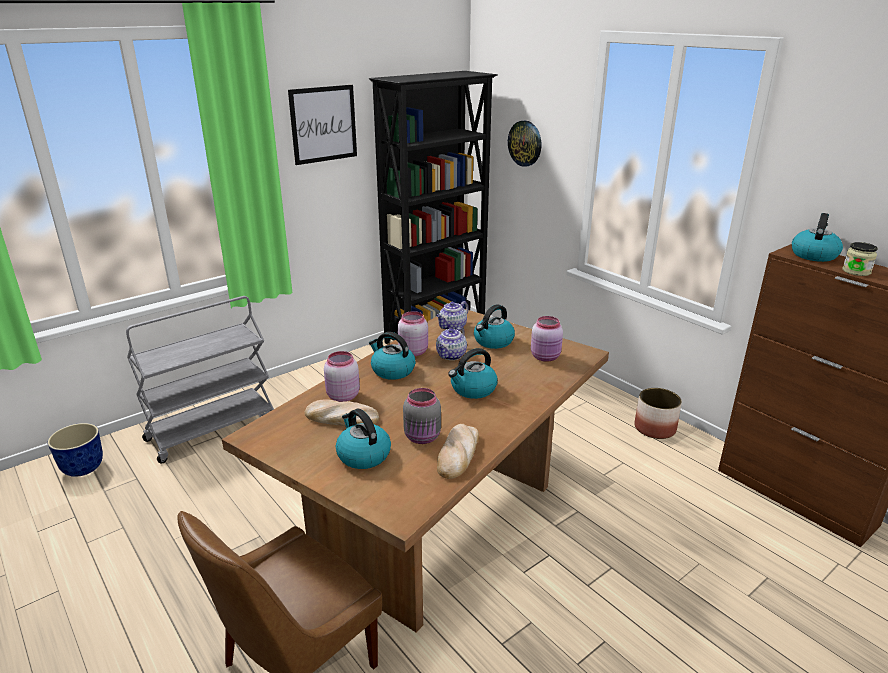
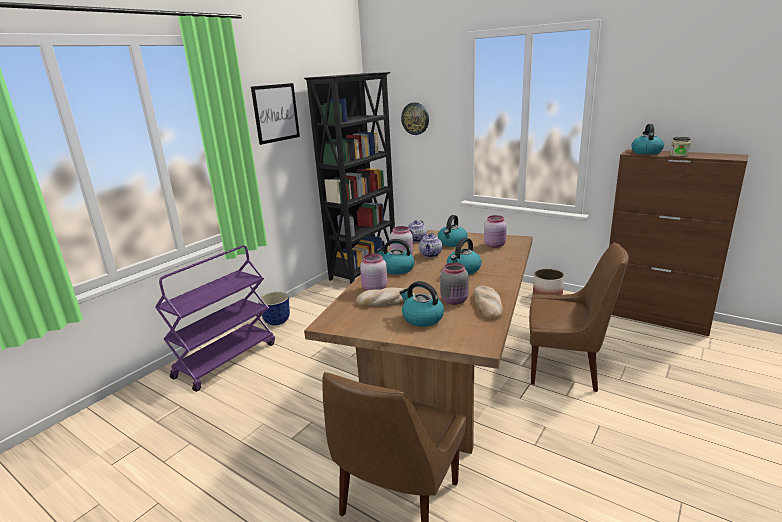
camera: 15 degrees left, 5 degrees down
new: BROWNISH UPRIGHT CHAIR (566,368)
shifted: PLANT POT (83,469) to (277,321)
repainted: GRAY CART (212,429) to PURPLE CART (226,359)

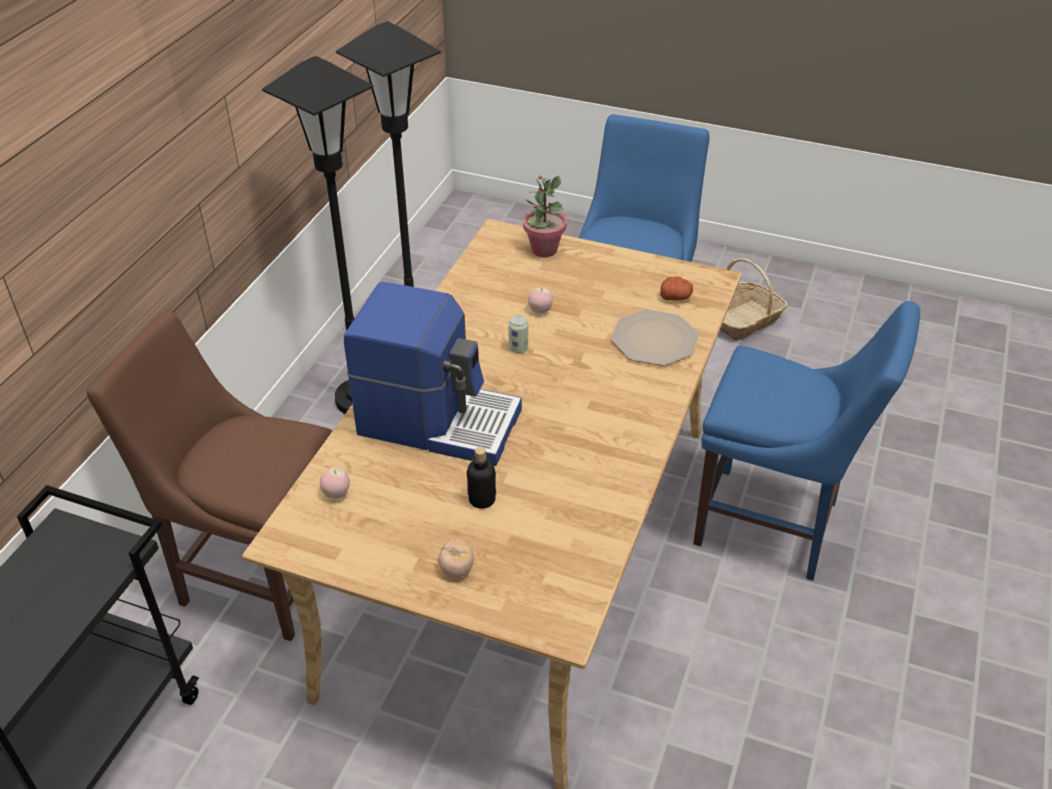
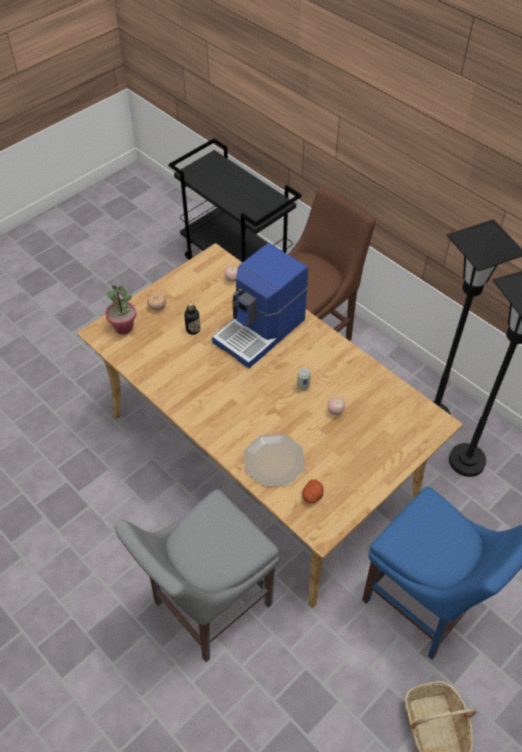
camera: 115 degrees right, 10 degrees up
shifted: HOUSEPLANT (544,249) to (124,327)
repainted: BLUISH UPRIGHT CHAIR (774,525) to GRAY UPRIGHT CHAIR (207,606)

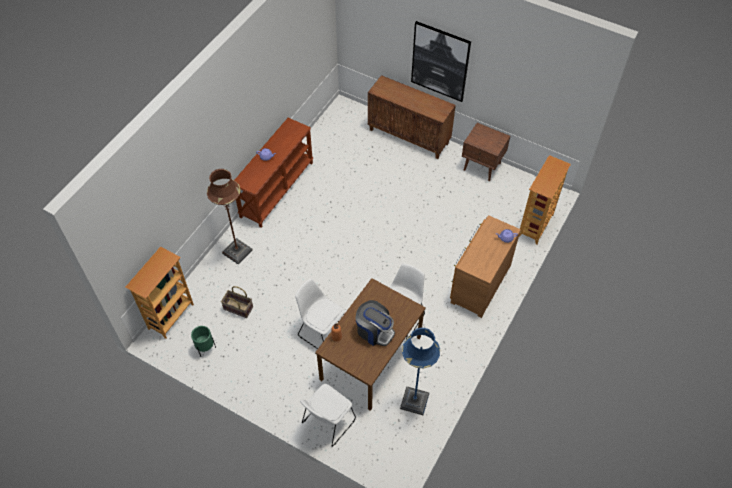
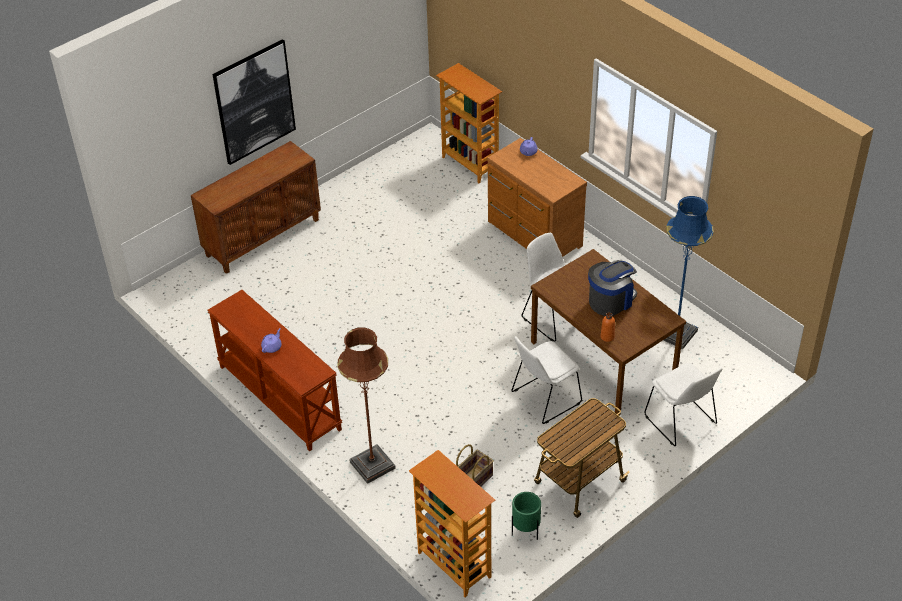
camera: 70 degrees left, 10 degrees down
gone: BROWNISH NIGHT TABLE (482,167)
new: CART (578,483)

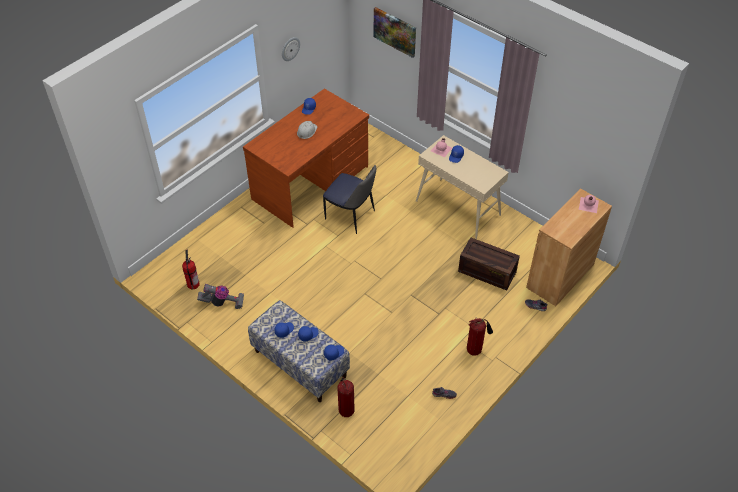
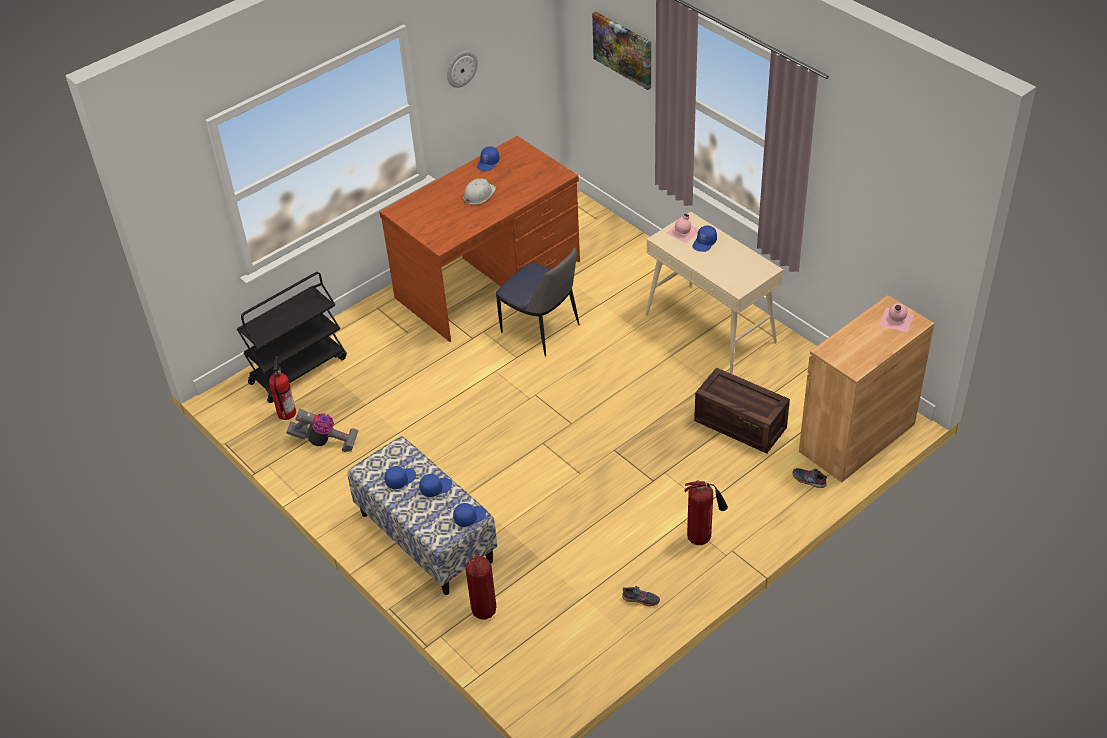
camera: 10 degrees right, 5 degrees down
new: BLACK CART (298,370)

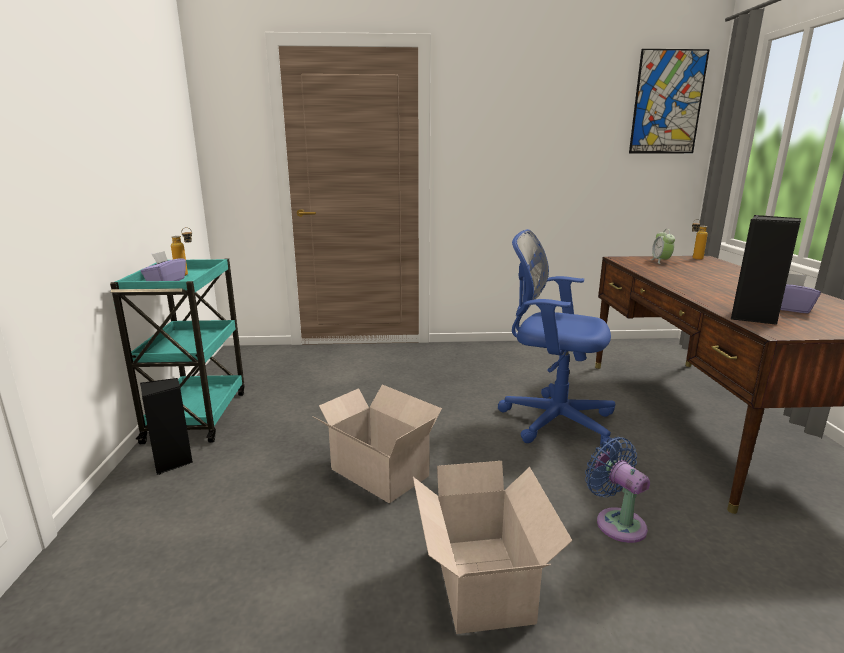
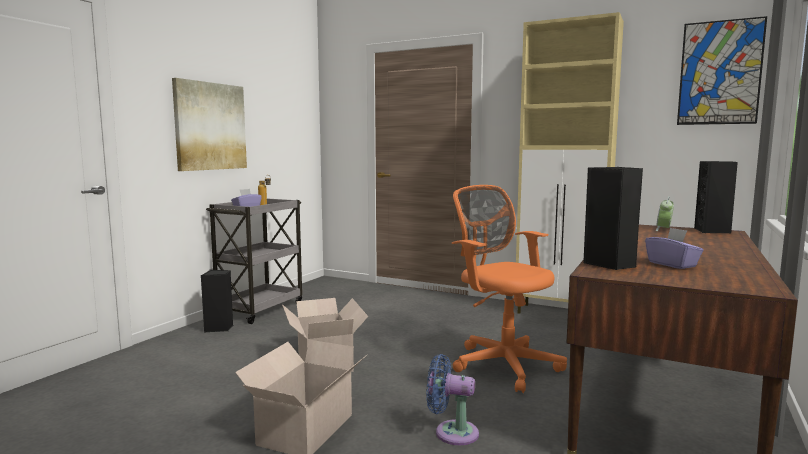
camera: 30 degrees right, 10 degrees down
new: WALL PICTURE (210,126); BEIGE-COLOURED CABINET (561,314)
swapped: BEVERAGE BOTTLE (694,259) to BLACK SPEAKER (712,231)
repainted: TURQUOISE-COLOURED CART (198,415) to GRAY CART (260,309); BLUISH OFFICE CHAIR (552,420) to ORANGEY OFFICE CHAIR (502,363)
rotated: BLUISH ELECTRIC FAN (616,522) = (452,432) 75 degrees counterclockwise

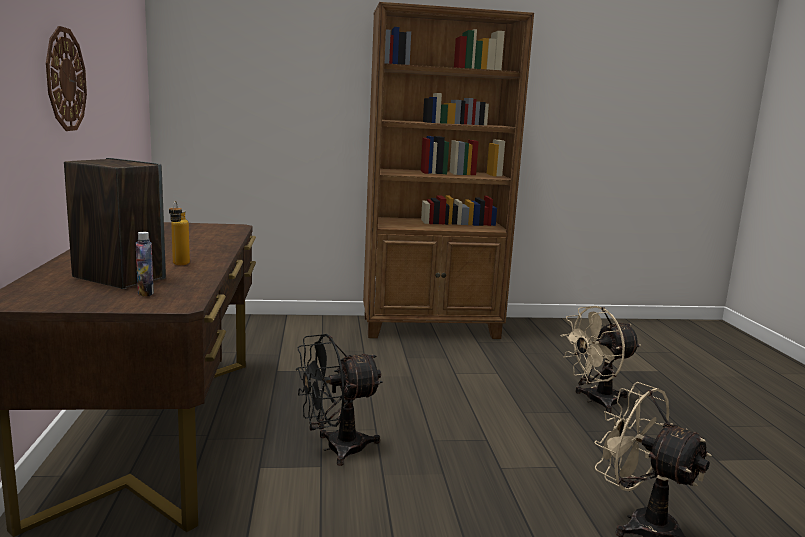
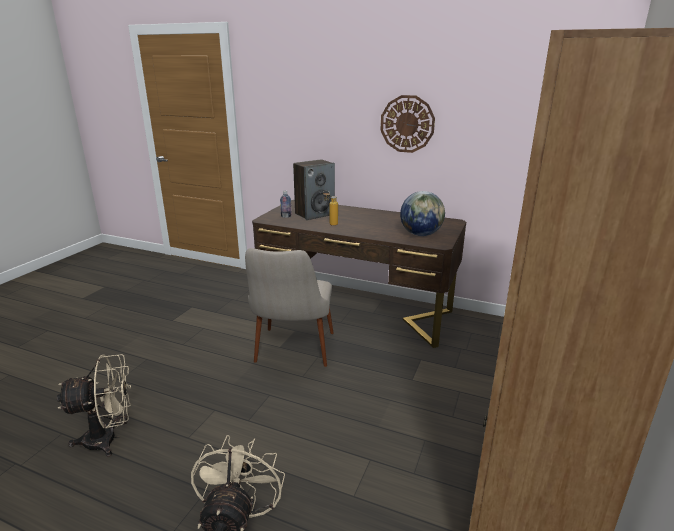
camera: 120 degrees right, 10 degrees up
new: DESK GLOBE (421,234)
swapped: BLACK ELECTRIC FAN (335,449) to BEIGE-COLOURED UPRIGHT CHAIR (292,355)

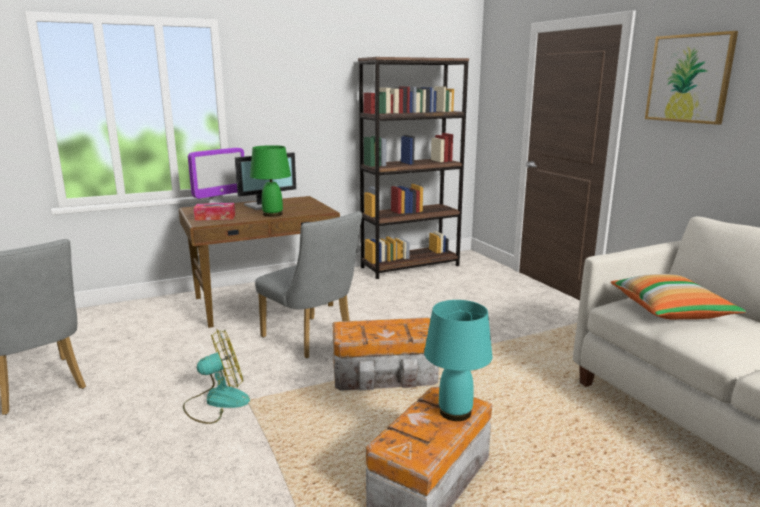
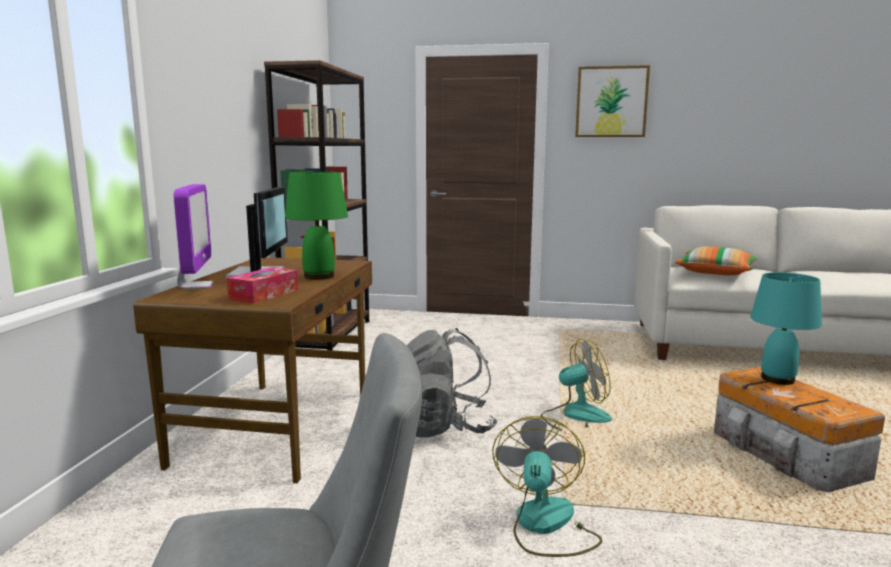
camera: 55 degrees left, 5 degrees down
swapped: GRAY UPRIGHT CHAIR (312,340) to GRAY BACKPACK (443,428); STORAGE BOX (386,375) to ELECTRIC FAN (575,417)

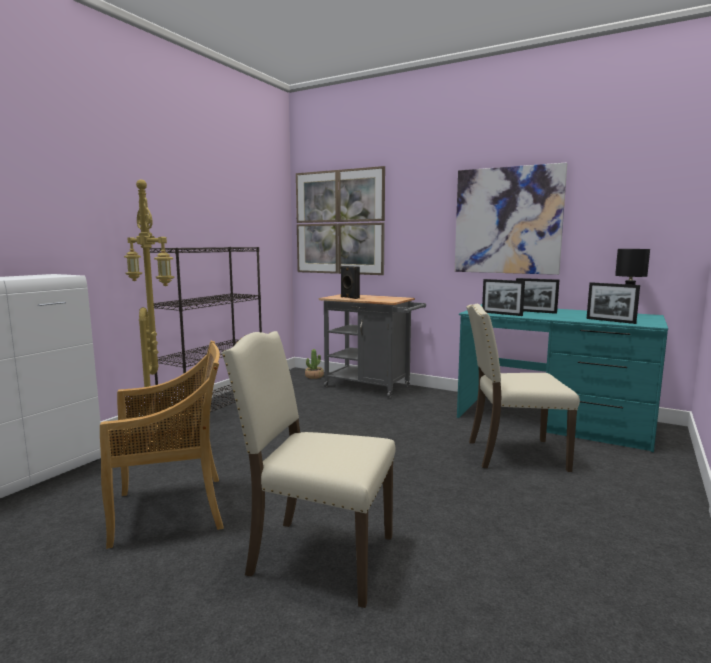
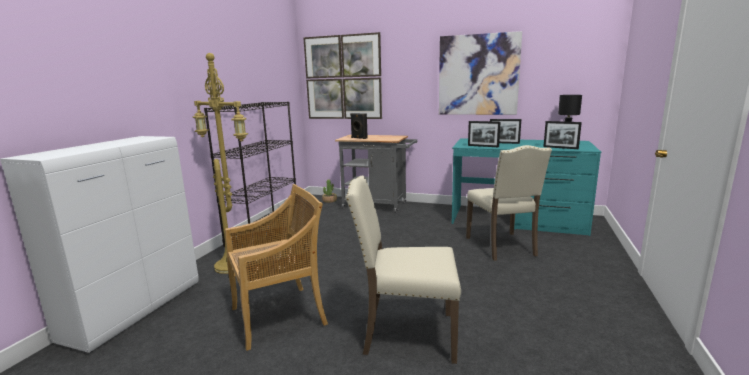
camera: 10 degrees left, 5 degrees up
rotated: BEIGE-COLOURED UPRIGHT CHAIR (513,454) = (502,247) 90 degrees counterclockwise

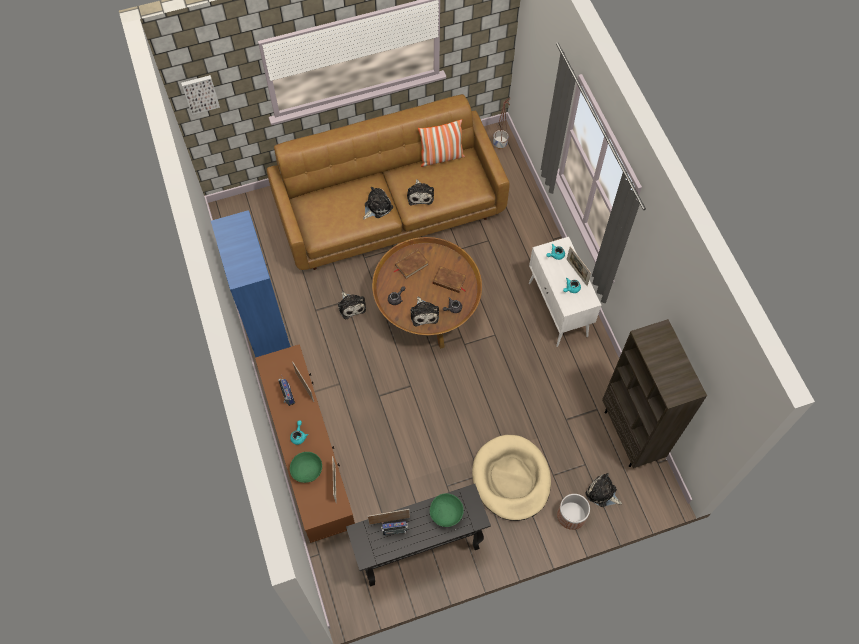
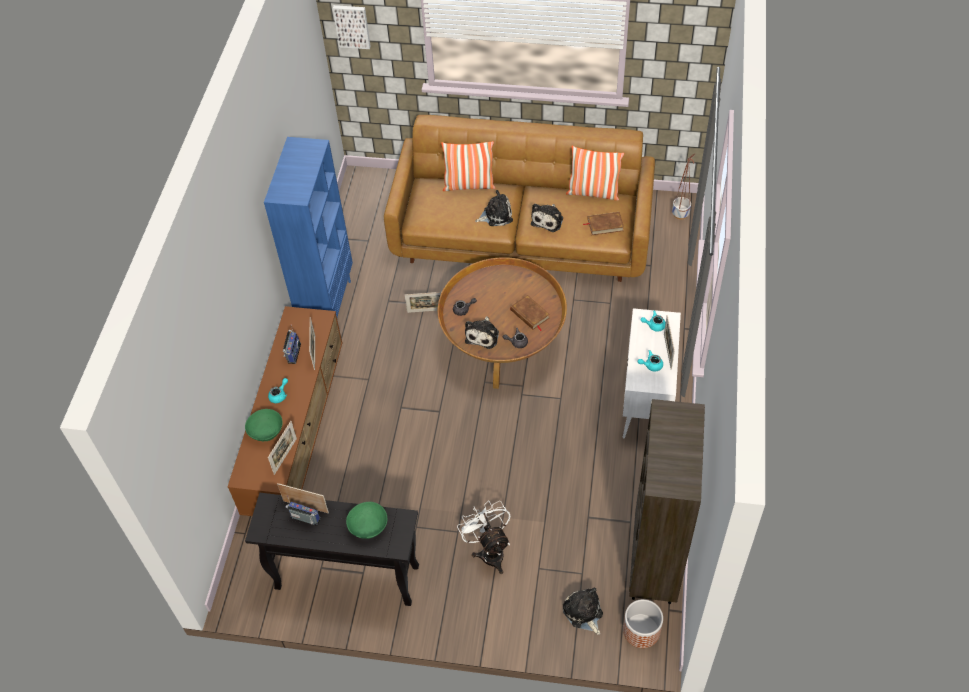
camera: 30 degrees right, 10 degrees down
new: CUSHION (469,185)
shifted: BROWNISH VOLUME (411,265) to (605,225); PLANT POT (571,515) to (641,631)
swapped: CUDDLY TOY (351,306) to STANDING FRAME (426,311); BEIGE-COLOURED DOG BED (511,478) to WHITISH ELECTRIC FAN (489,551)

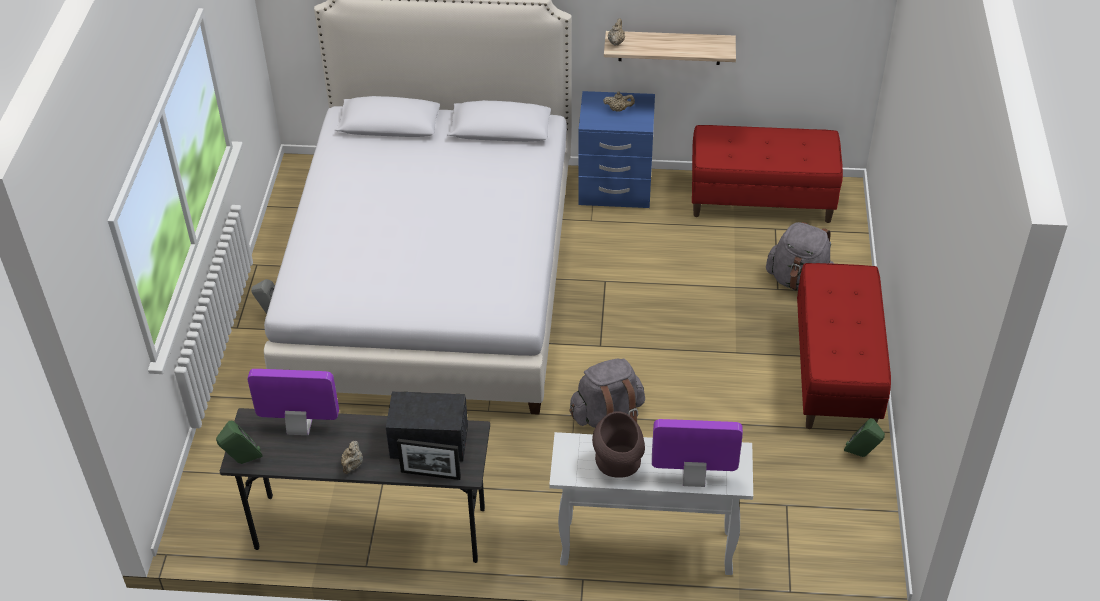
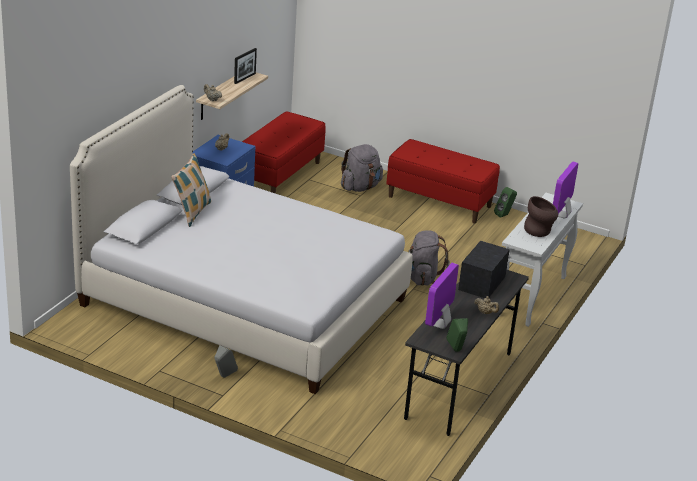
camera: 70 degrees left, 15 degrees down
new: CUSHION (192,212)
shifted: STANDING FRAME (430,474) to (245,78)

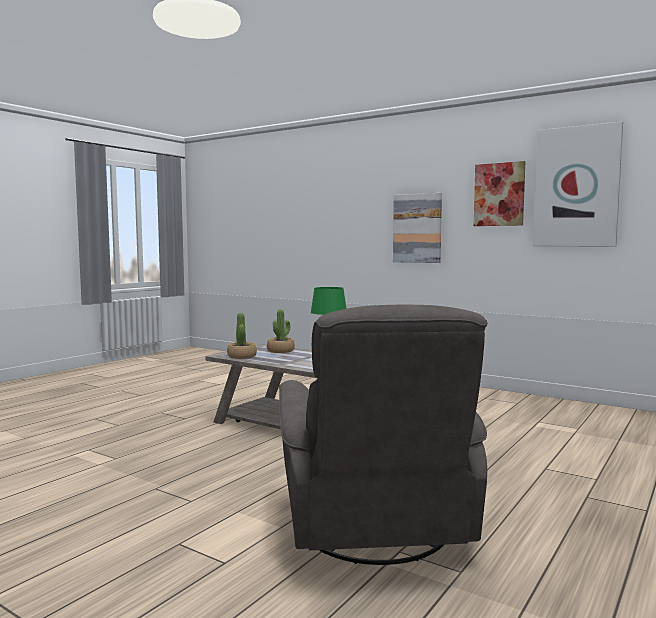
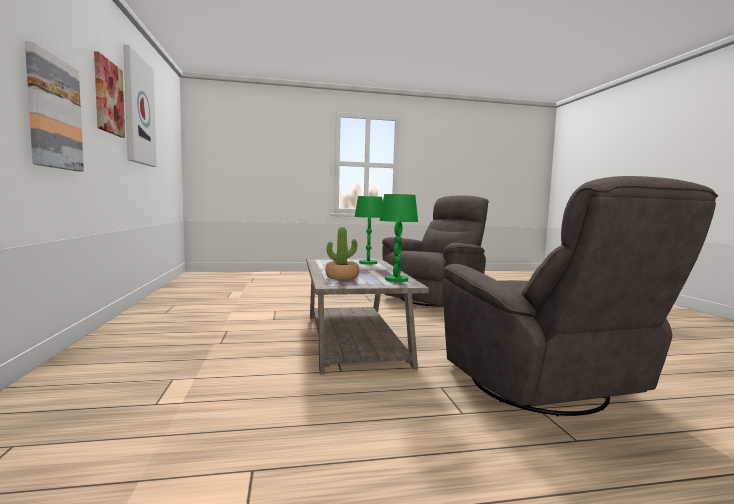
camera: 135 degrees left, 0 degrees up
new: GRAY EASY CHAIR (544,390)
swapped: HOUSEPLANT (242,356) to GREEN TABLE LAMP (396,279)

